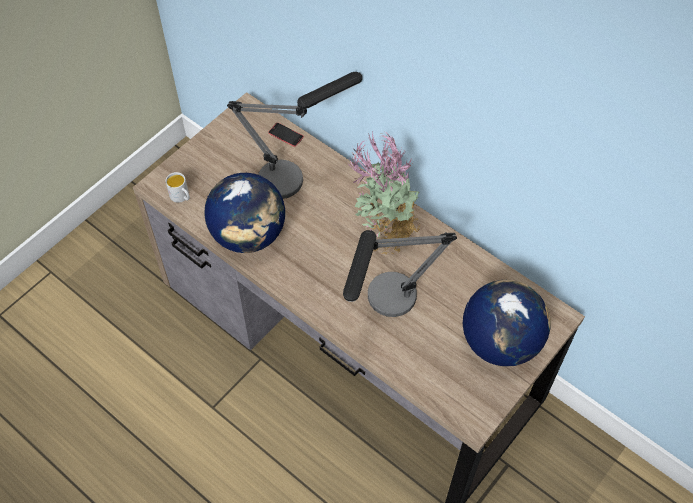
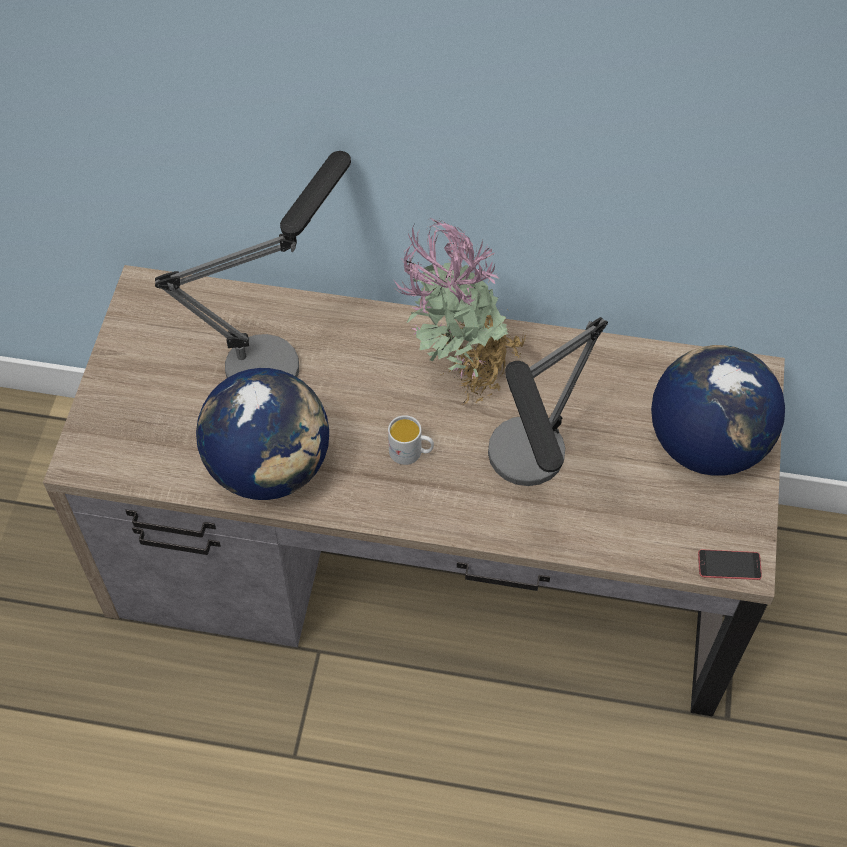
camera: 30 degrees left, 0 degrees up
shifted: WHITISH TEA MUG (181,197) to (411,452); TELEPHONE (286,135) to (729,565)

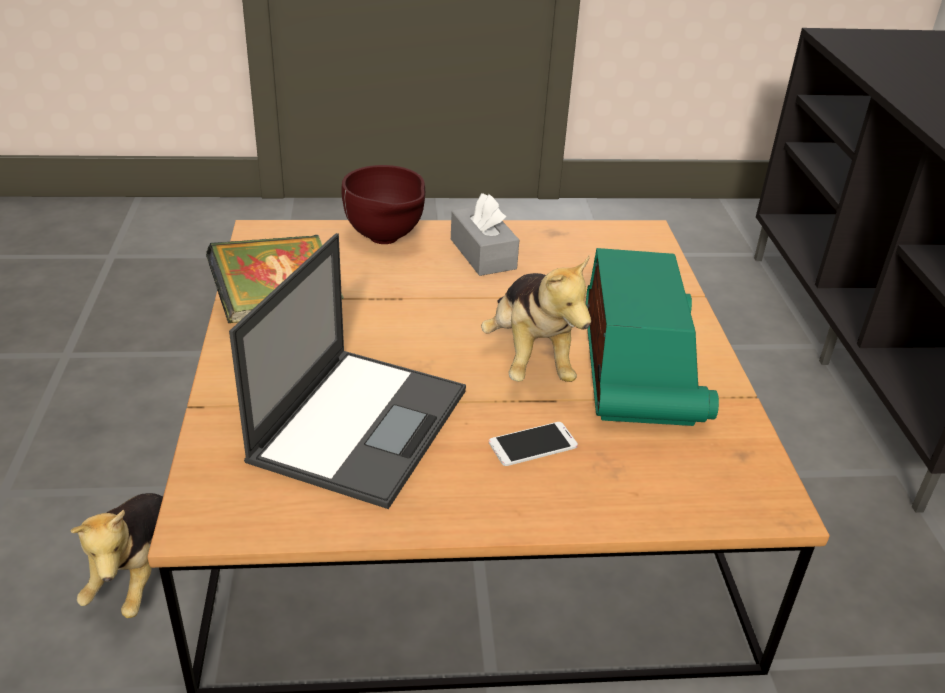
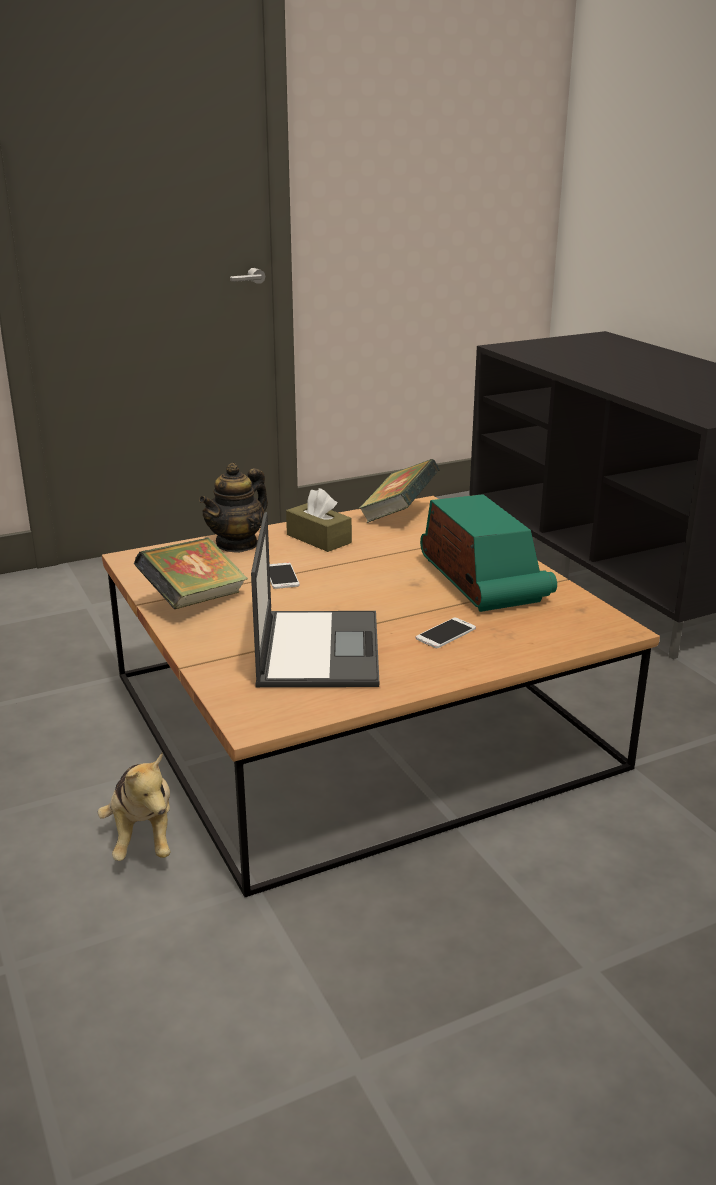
camera: 20 degrees left, 10 degrees down
gone: CUDDLY TOY (529,358)
new: TELEPHONE (282,576); VOLUME (398,514)
swapped: BROWNISH BOWL (386,240) to TEA POT (237,544)
repainted: GRAY BOX OF TISSUES (483,254) to BROWNISH BOX OF TISSUES (318,539)

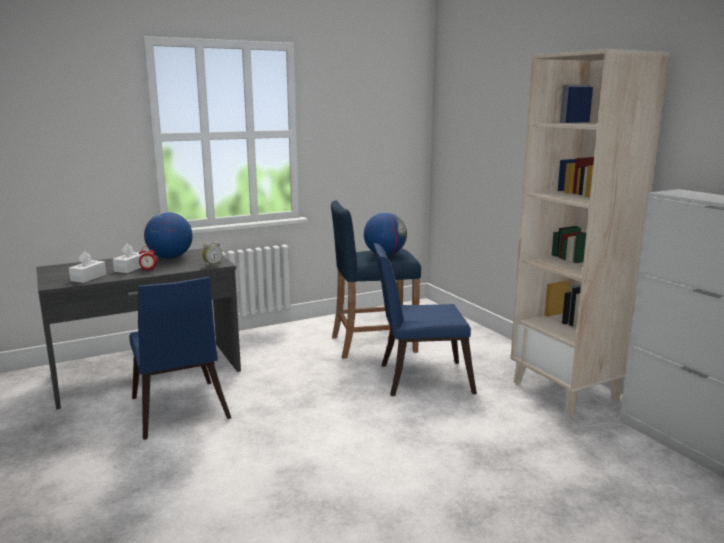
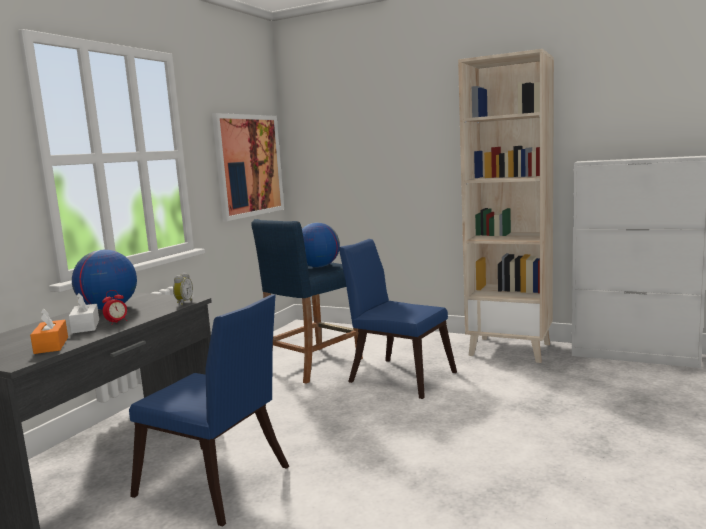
camera: 35 degrees left, 5 degrees down
new: WALL PICTURE (249,165)
repainted: WHITISH BOX OF TISSUES (88,277) to ORANGEY BOX OF TISSUES (51,345)
rotated: BLUISH UPRIGHT CHAIR (419,378) = (397,376) 75 degrees clockwise

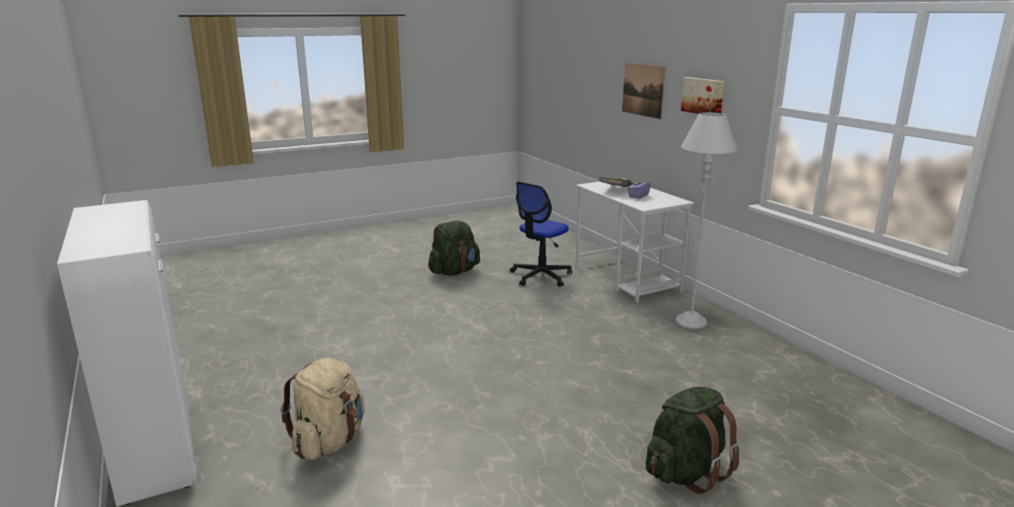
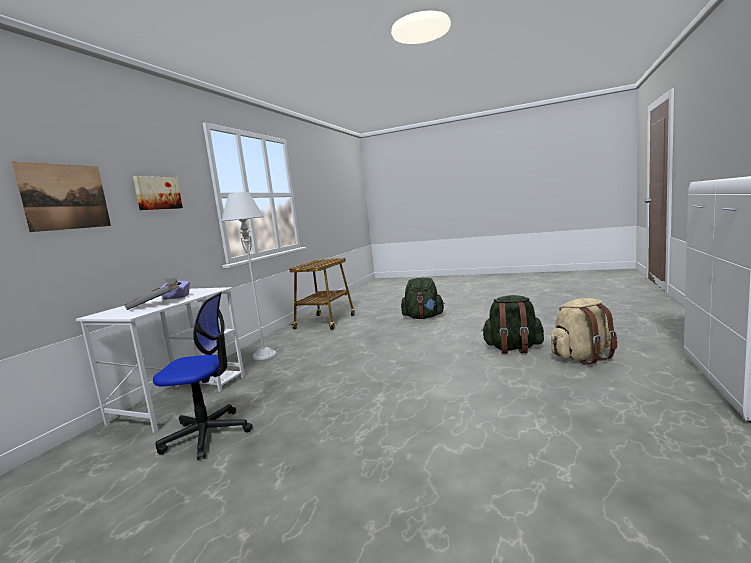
camera: 130 degrees left, 10 degrees down
new: CART (325,321)
shifted: GREEN BACKPACK (454,272) to (513,348)

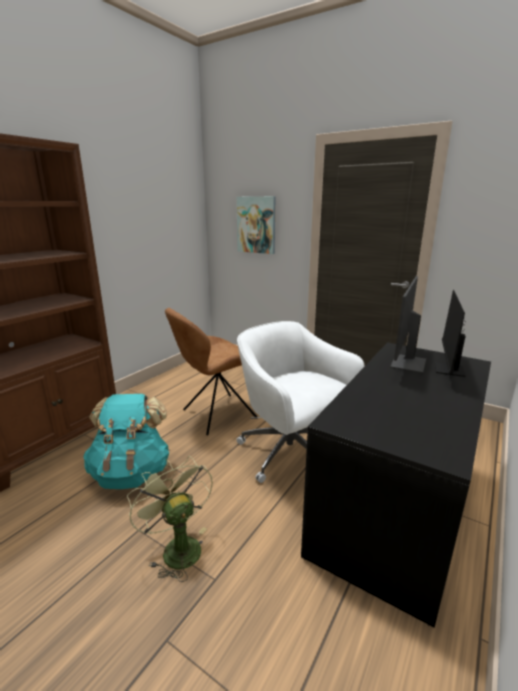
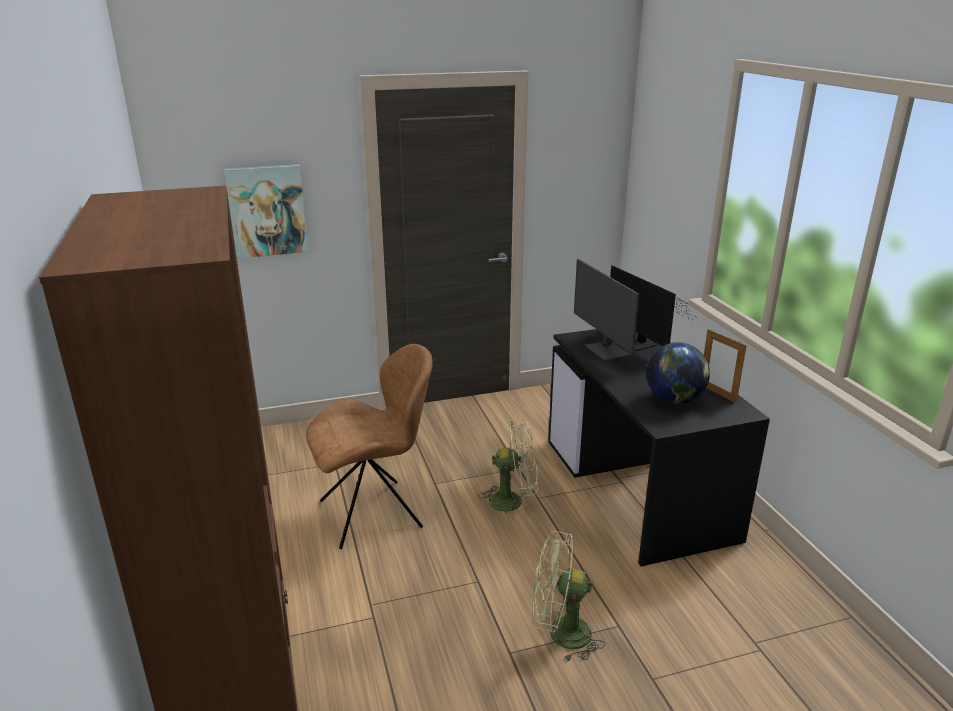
camera: 50 degrees left, 5 degrees up
gone: TURQUOISE-COLOURED BACKPACK (131,473)
new: DESK GLOBE (674,400); STANDING FRAME (717,393)
swapped: WHITISH OFFICE CHAIR (292,454) to GREEN ELECTRIC FAN (513,501)
rotated: BROWNISH UPRIGHT CHAIR (216,415) = (375,513) 120 degrees counterclockwise

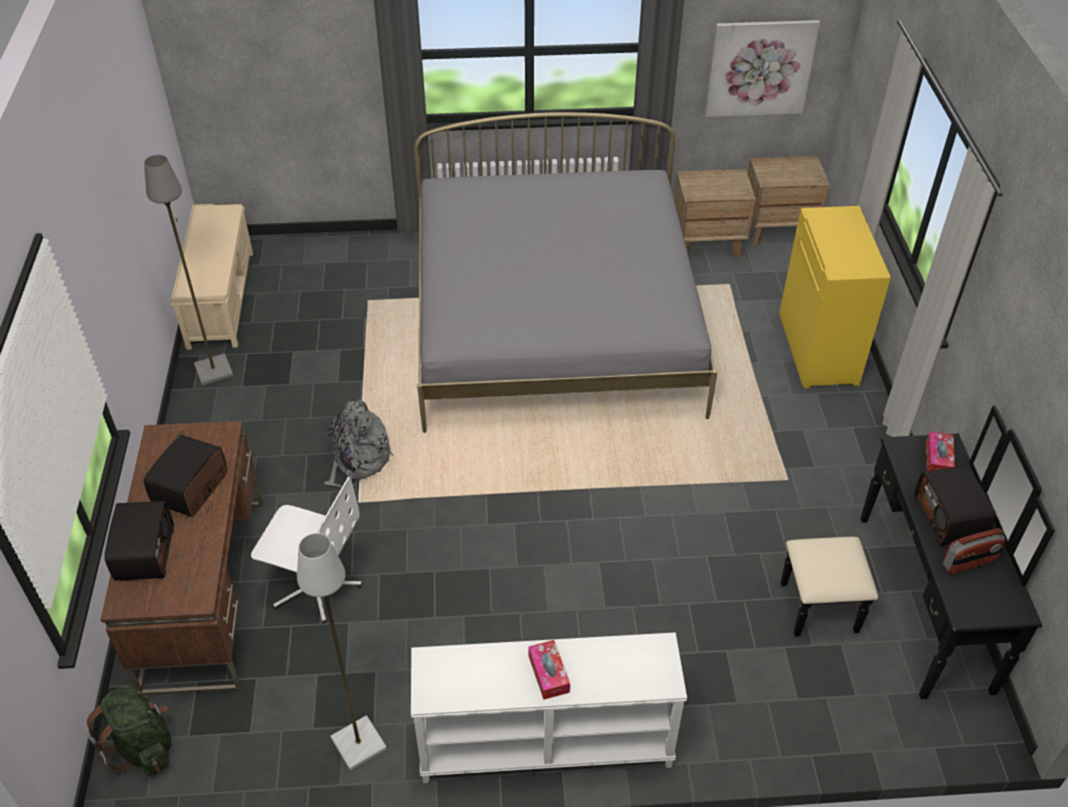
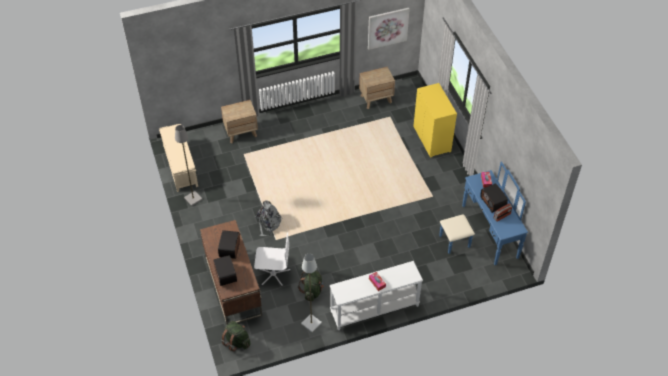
camera: 15 degrees left, 5 degrees up
gone: GRAY SLEEPING BED (554,323)
new: GREEN BACKPACK (312,291)
shifted: BROWNISH NIGHT TABLE (778,230) to (241,132)
repainted: BLACK DRESSER (899,603) to BLUISH DRESSER (482,234)

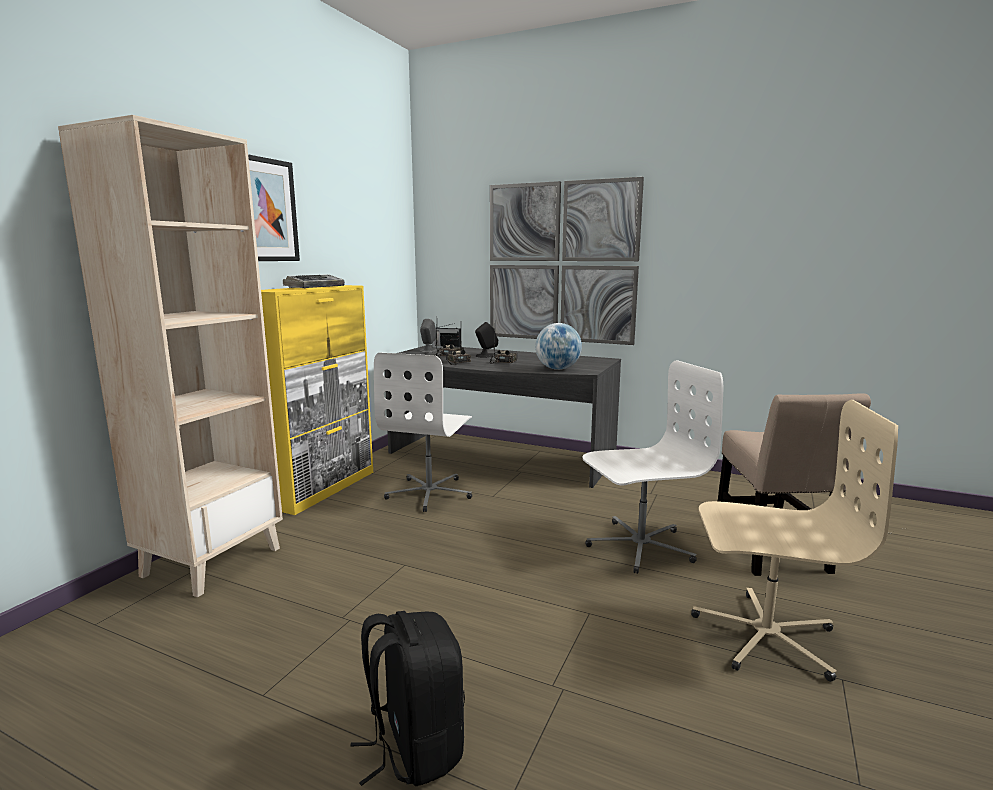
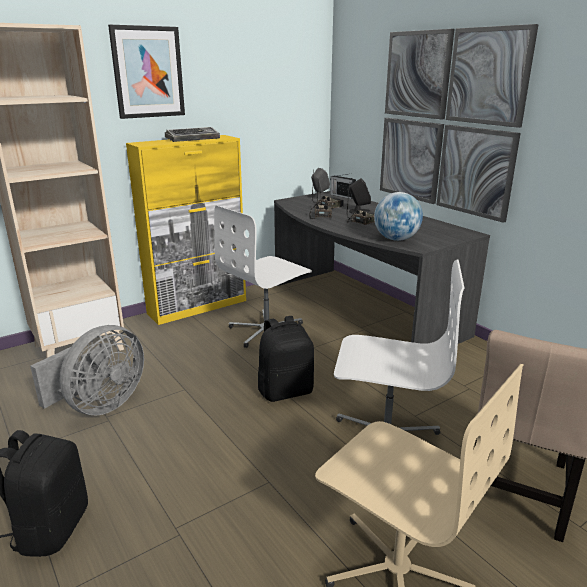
camera: 30 degrees right, 10 degrees up
new: GRAY ELECTRIC FAN (100,405); BLACK BACKPACK (286,391)

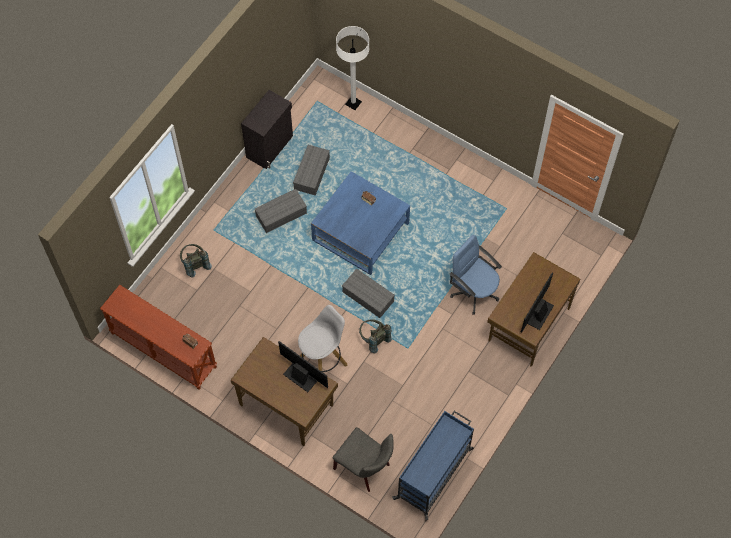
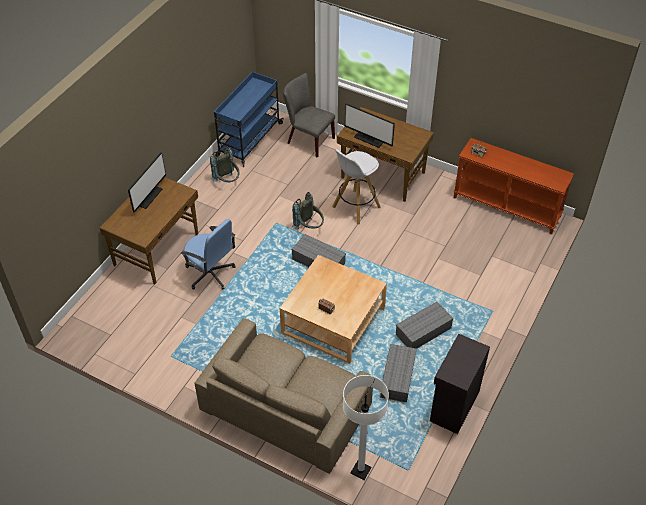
camera: 175 degrees right, 15 degrees down
new: BROWNISH SOFA (286,406)
shifted: GRAY BACKPACK (195,264) to (227,182)
repainted: BLUISH LOW TABLE (360,231) to BEIGE-COLOURED LOW TABLE (333,320)

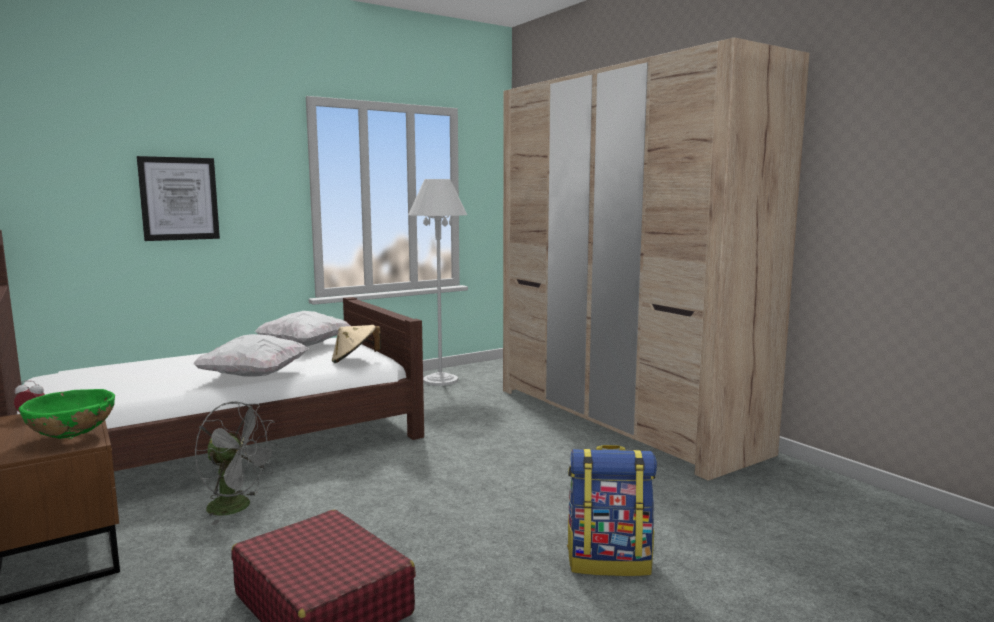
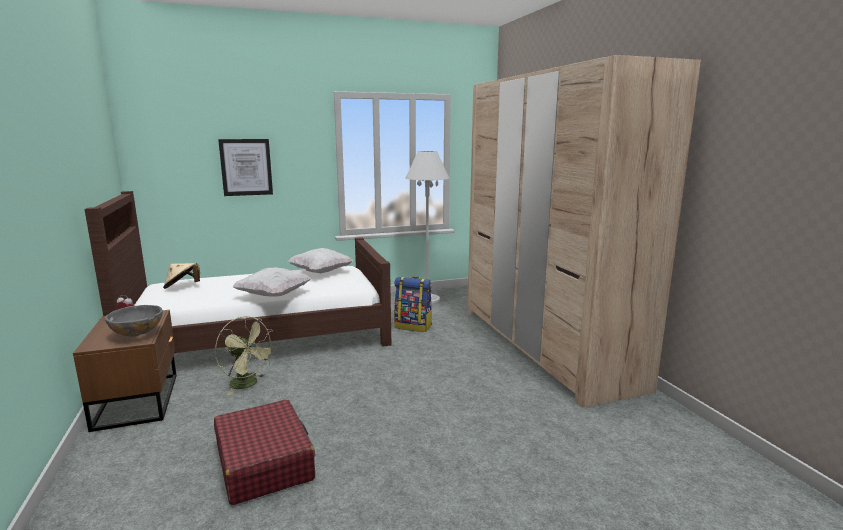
camera: 15 degrees right, 5 degrees up
shifted: BEIGE-COLOURED WEARABLE HAT (354,360) to (182,287); BACKPACK (609,561) to (413,326)
repainted: GREEN BOWL (72,437) to GRAY BOWL (137,335); GRAY ELECTRIC FAN (238,507) to GREEN ELECTRIC FAN (248,384)

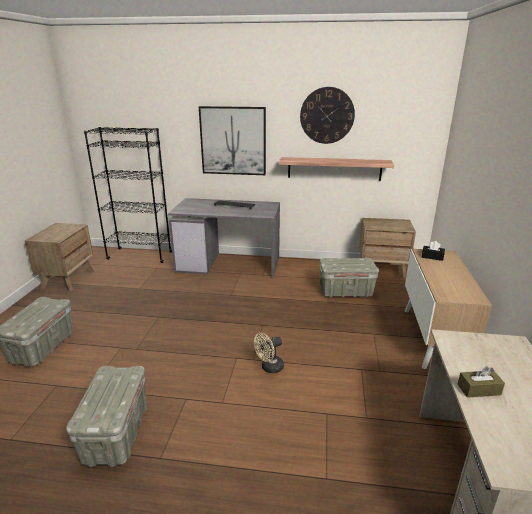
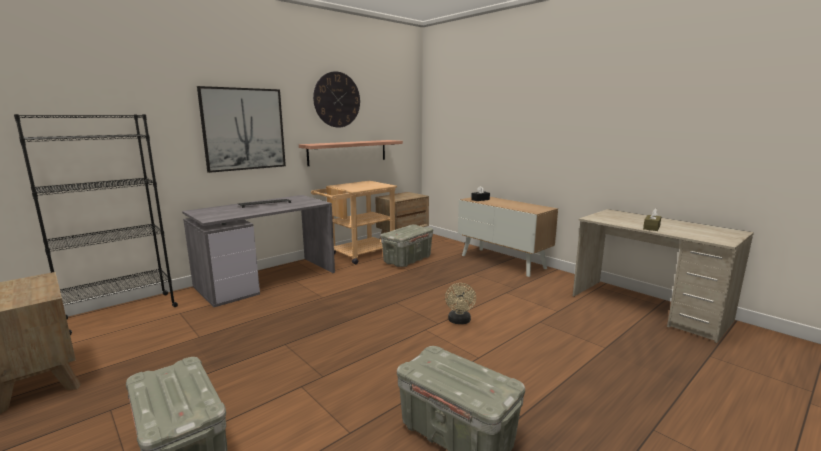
camera: 50 degrees left, 10 degrees down
new: BEIGE-COLOURED CART (357,255)

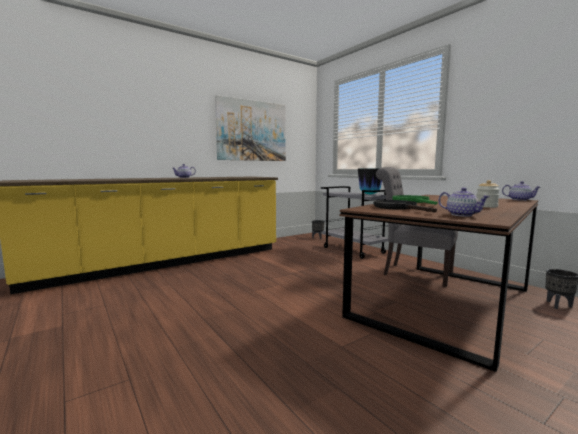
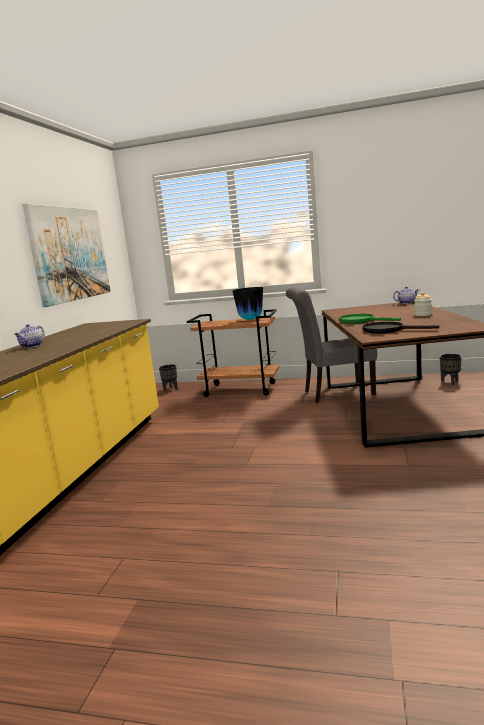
camera: 40 degrees left, 5 degrees up
gone: TEA POT (462,215)
repainted: GRAY CART (354,250) to BROWNISH CART (241,389)

